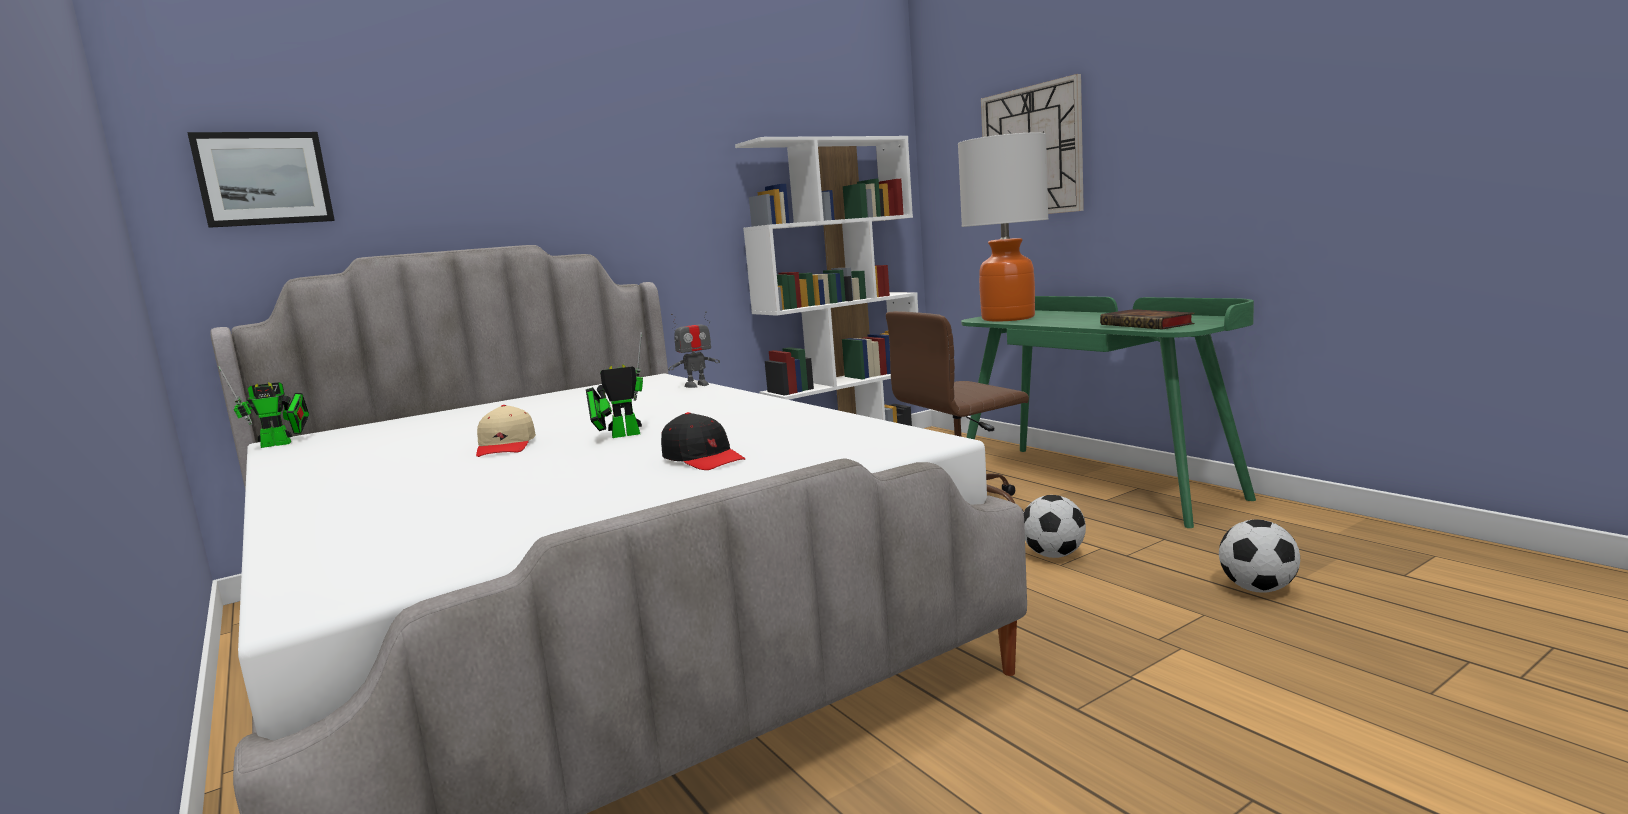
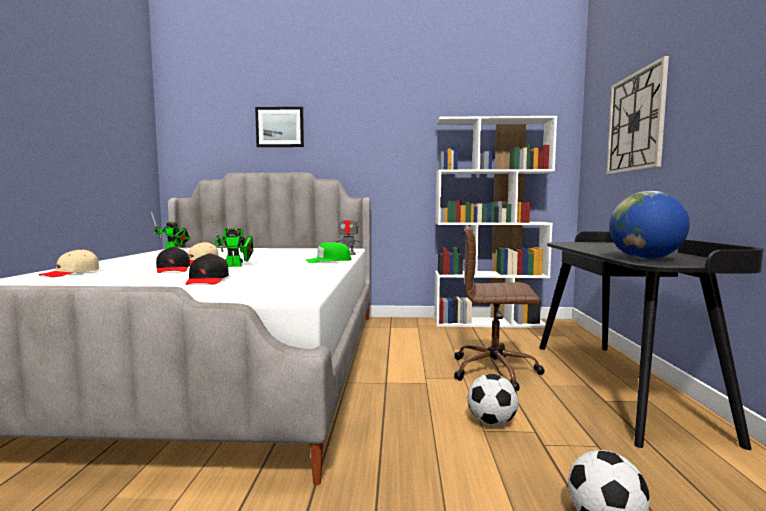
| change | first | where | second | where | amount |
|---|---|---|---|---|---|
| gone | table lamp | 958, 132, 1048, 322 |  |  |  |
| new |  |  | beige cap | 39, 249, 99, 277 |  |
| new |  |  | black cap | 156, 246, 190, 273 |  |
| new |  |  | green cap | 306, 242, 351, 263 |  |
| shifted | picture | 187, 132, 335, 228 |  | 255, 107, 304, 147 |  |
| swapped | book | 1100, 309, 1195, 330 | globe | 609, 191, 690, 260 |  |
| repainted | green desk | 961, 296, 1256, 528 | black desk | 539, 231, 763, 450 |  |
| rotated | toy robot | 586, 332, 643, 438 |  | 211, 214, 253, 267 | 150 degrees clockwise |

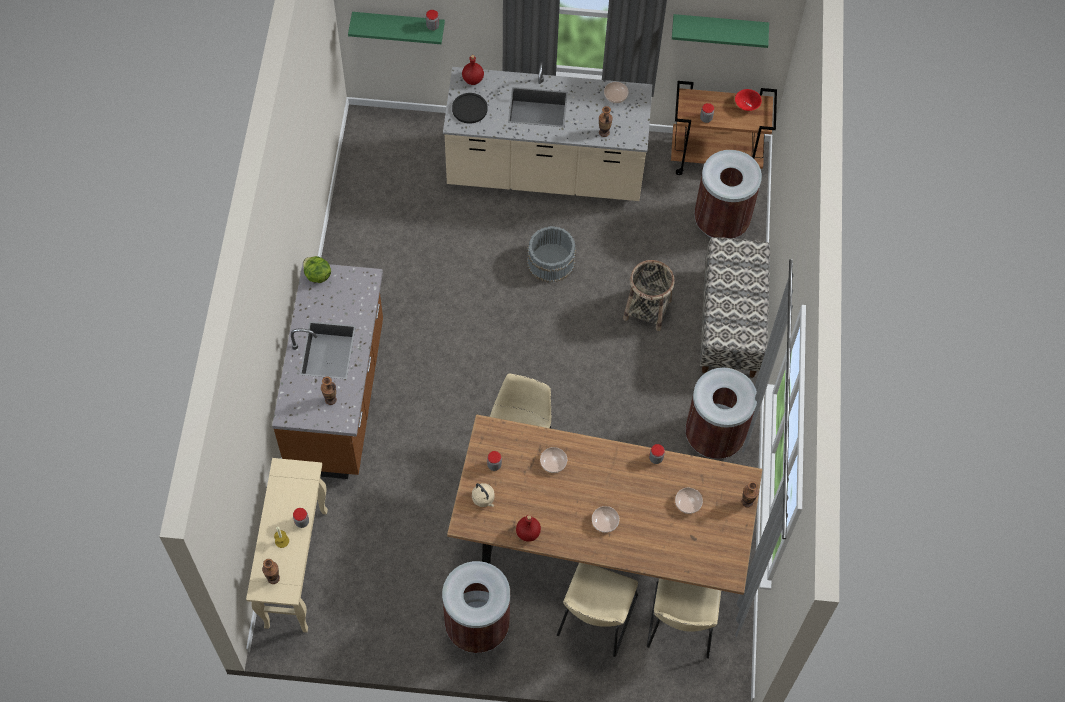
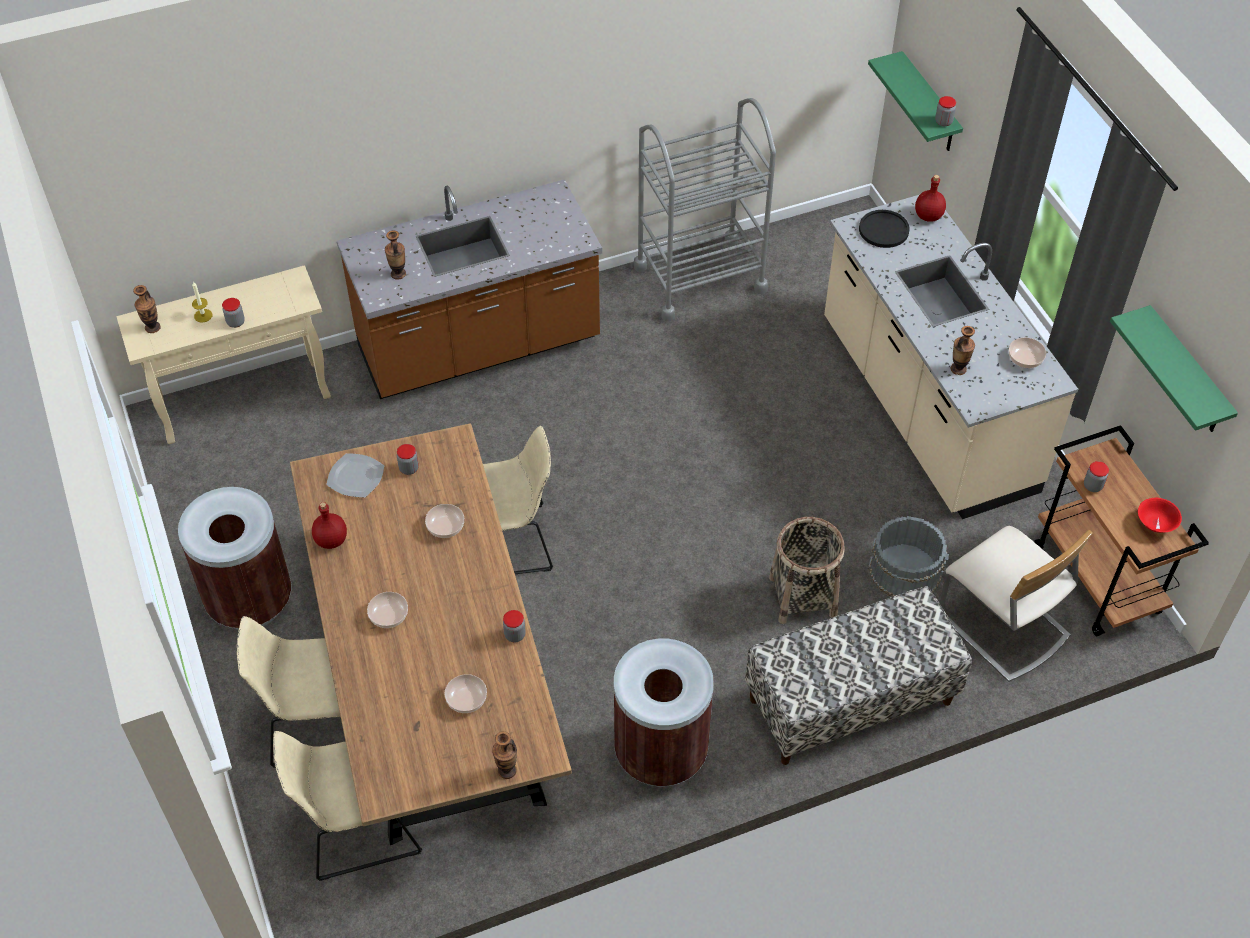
| change | first | where | second | where | amount |
|---|---|---|---|---|---|
| gone | lettuce | 303, 256, 331, 283 |  |  |  |
| new |  |  | grey cart | 634, 98, 776, 321 |  |
| shifted | grey bucket | 527, 226, 576, 283 |  | 868, 516, 949, 597 |  |
| swapped | beige kettle | 472, 483, 495, 507 | plate | 326, 453, 384, 497 |  |
| swapped | brown trash can | 694, 150, 762, 238 | beige chair | 940, 526, 1093, 682 |  |

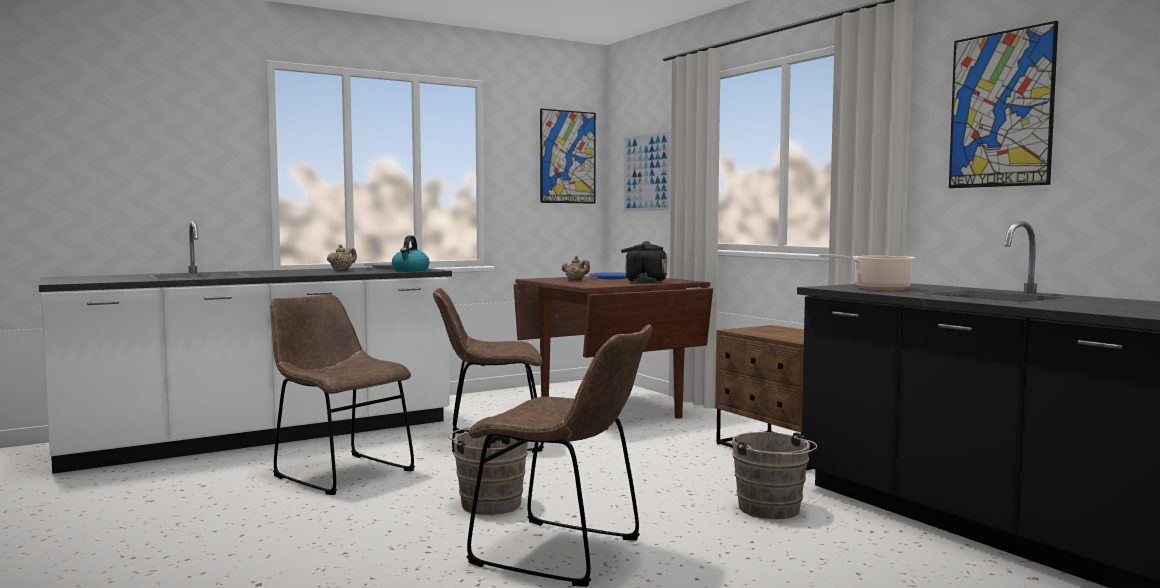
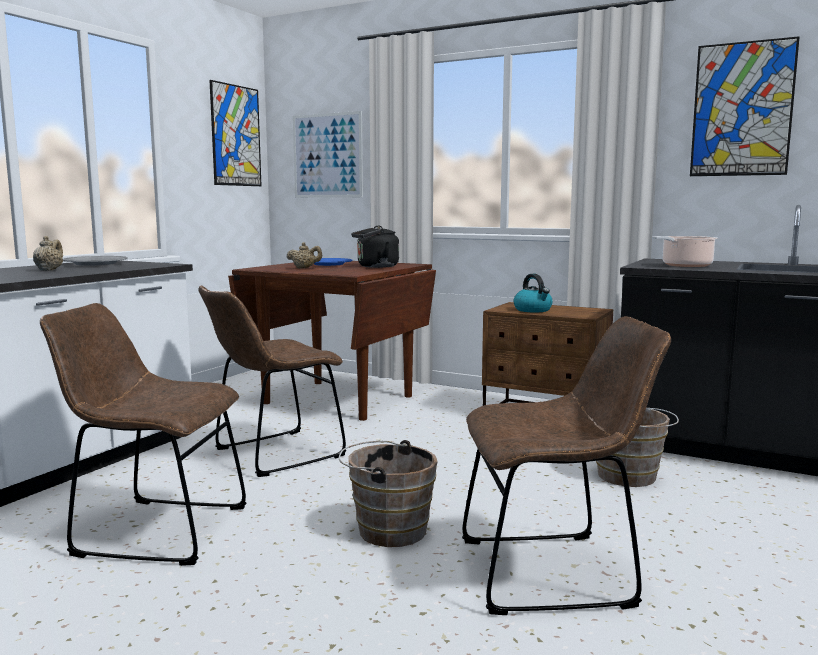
| change | first | where | second | where | amount |
|---|---|---|---|---|---|
| shifted | kettle | 392, 235, 429, 272 |  | 514, 274, 553, 312 |  |

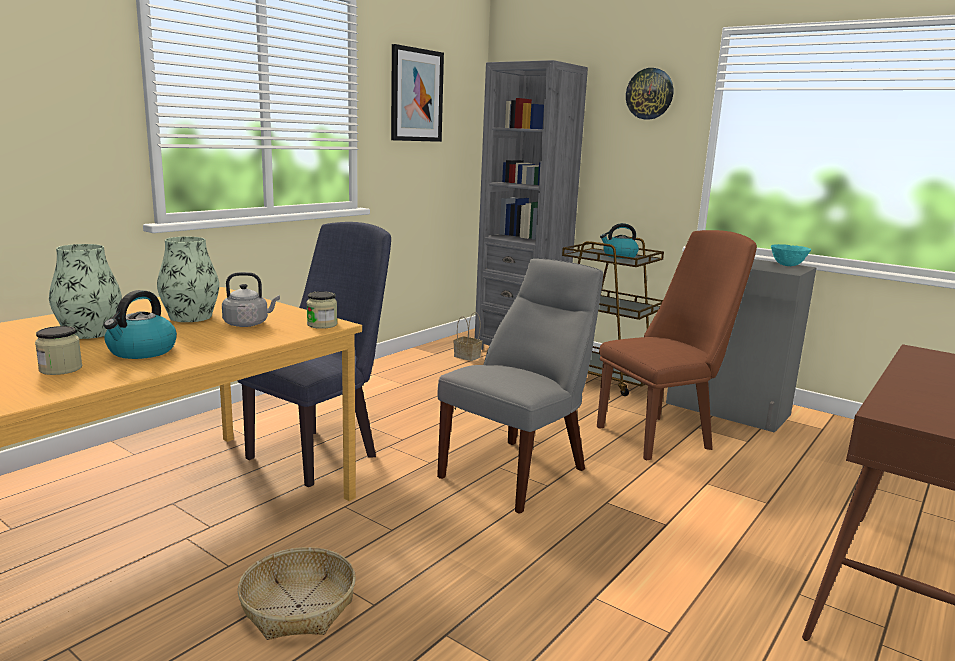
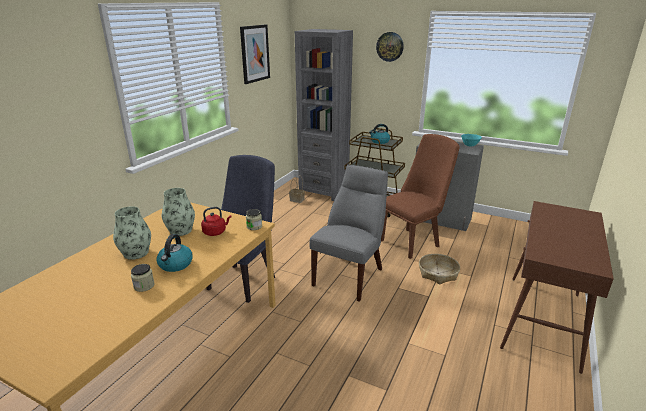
| change | first | where | second | where | amount |
|---|---|---|---|---|---|
| shifted | basket | 238, 547, 356, 640 |  | 419, 254, 460, 284 |  |
| repainted | grey kettle | 222, 272, 280, 327 | red kettle | 201, 207, 231, 236 |  |

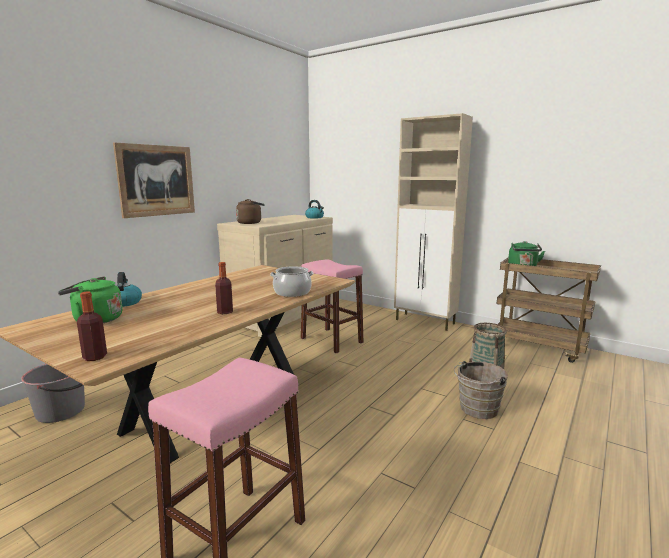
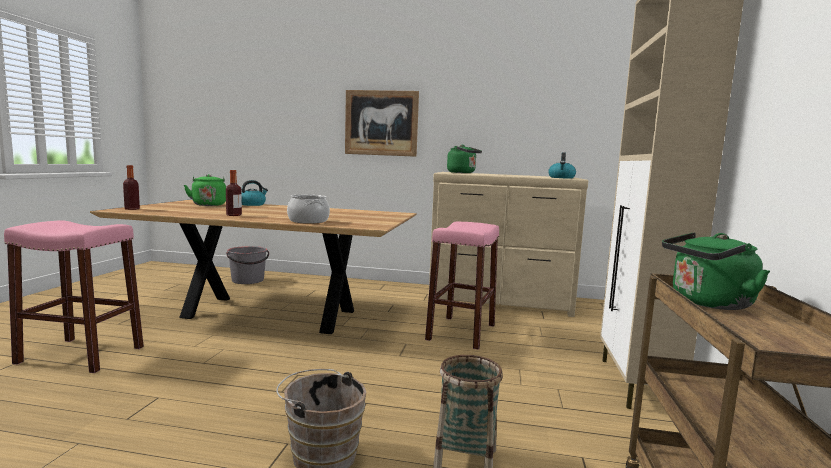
| change | first | where | second | where | amount |
|---|---|---|---|---|---|
| repainted | brown kettle | 236, 199, 265, 224 | green kettle | 447, 145, 482, 173 |  |

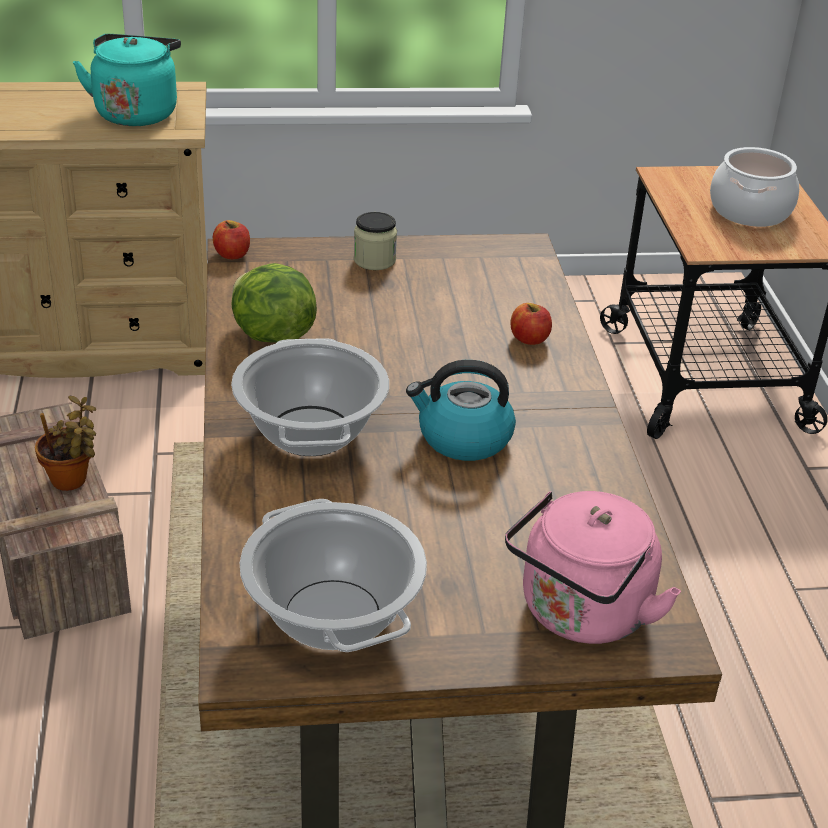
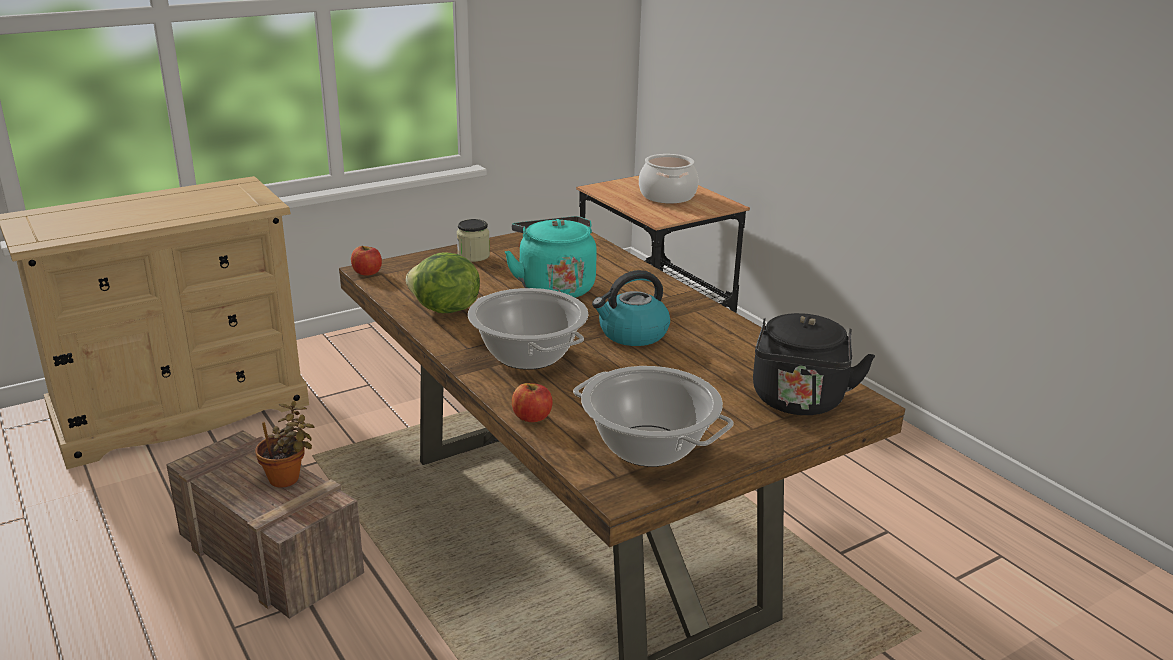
| change | first | where | second | where | amount |
|---|---|---|---|---|---|
| shifted | turquoise kettle | 73, 34, 181, 126 |  | 505, 216, 597, 298 |  |
| shifted | apple | 510, 303, 552, 345 |  | 512, 383, 553, 422 |  |
| repainted | pink kettle | 505, 491, 681, 644 | black kettle | 753, 313, 875, 415 |  |

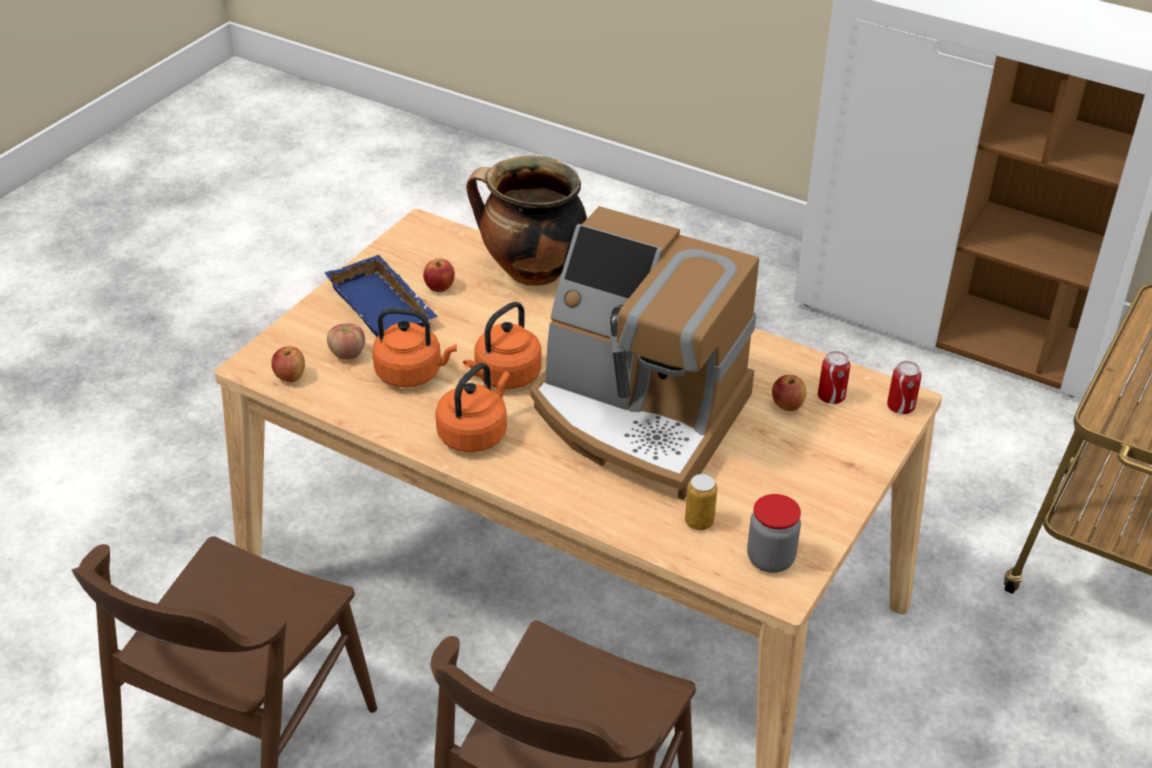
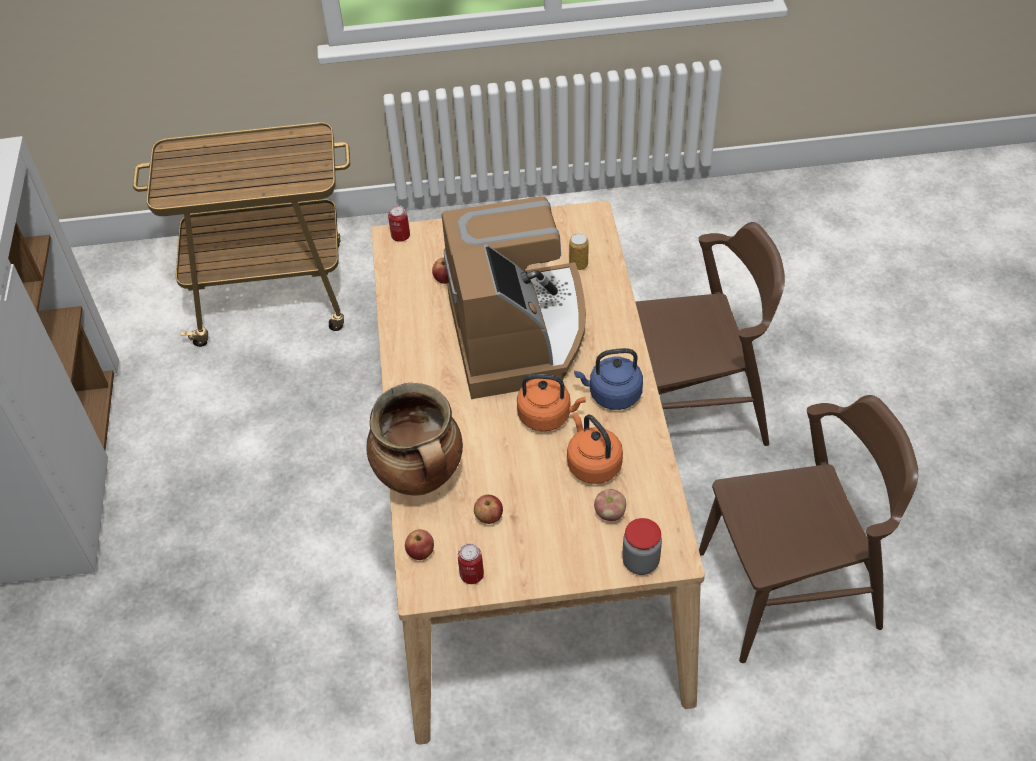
| change | first | where | second | where | amount |
|---|---|---|---|---|---|
| gone | blue tray | 325, 255, 438, 337 |  |  |  |
| shifted | apple | 271, 346, 305, 382 |  | 405, 529, 434, 560 |  |
| shifted | jar | 747, 494, 801, 573 |  | 622, 518, 662, 575 |  |
| shifted | can | 818, 351, 850, 404 |  | 458, 543, 484, 584 |  |
| repainted | orange kettle | 435, 363, 510, 452 | blue kettle | 574, 348, 643, 410 |  |

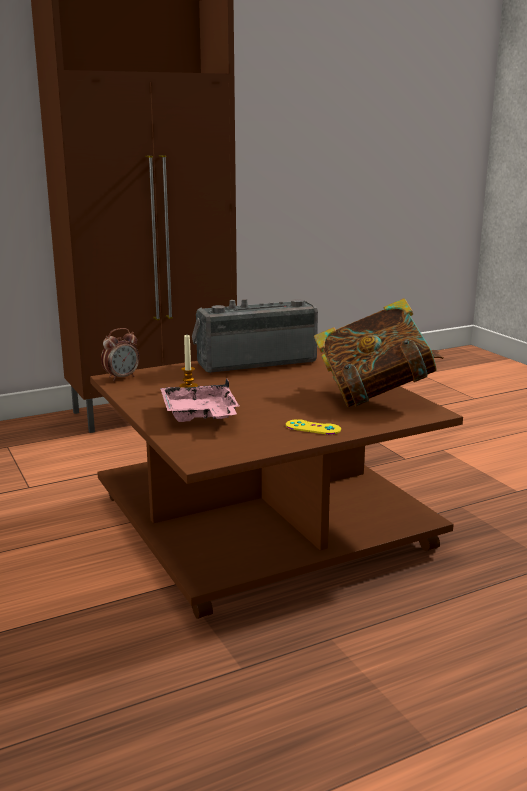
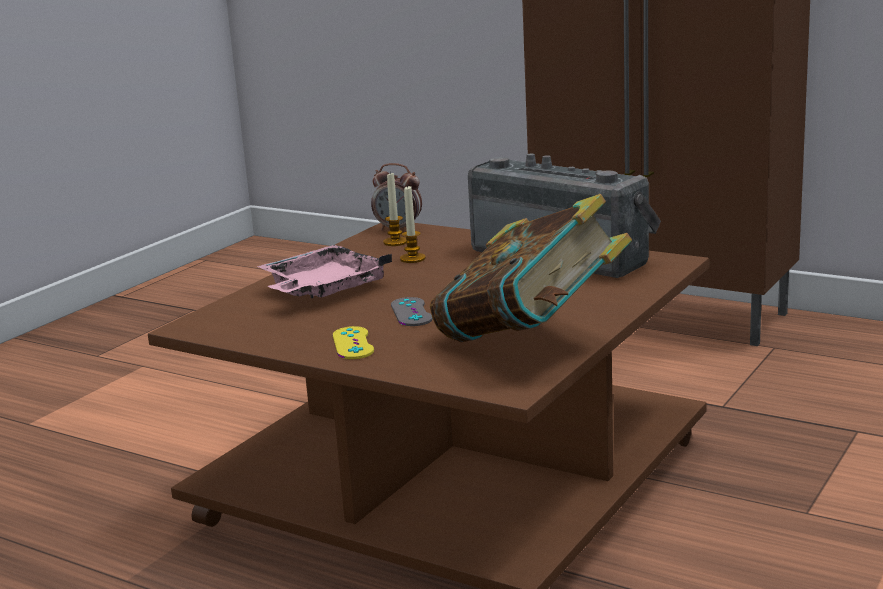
| change | first | where | second | where | amount |
|---|---|---|---|---|---|
| new |  |  | candle | 383, 172, 407, 246 |  |
| new |  |  | grey game controller | 391, 297, 433, 326 |  |

